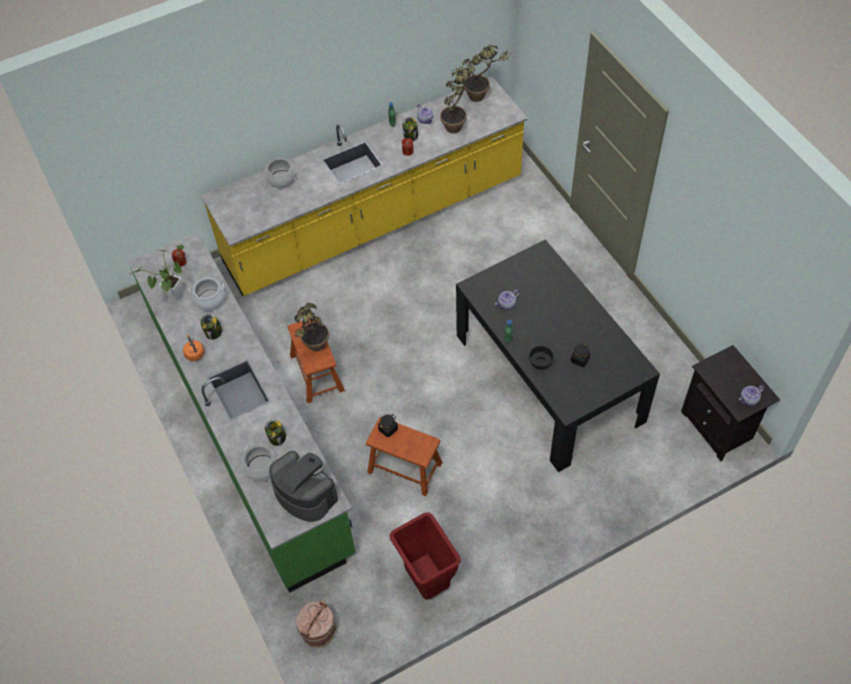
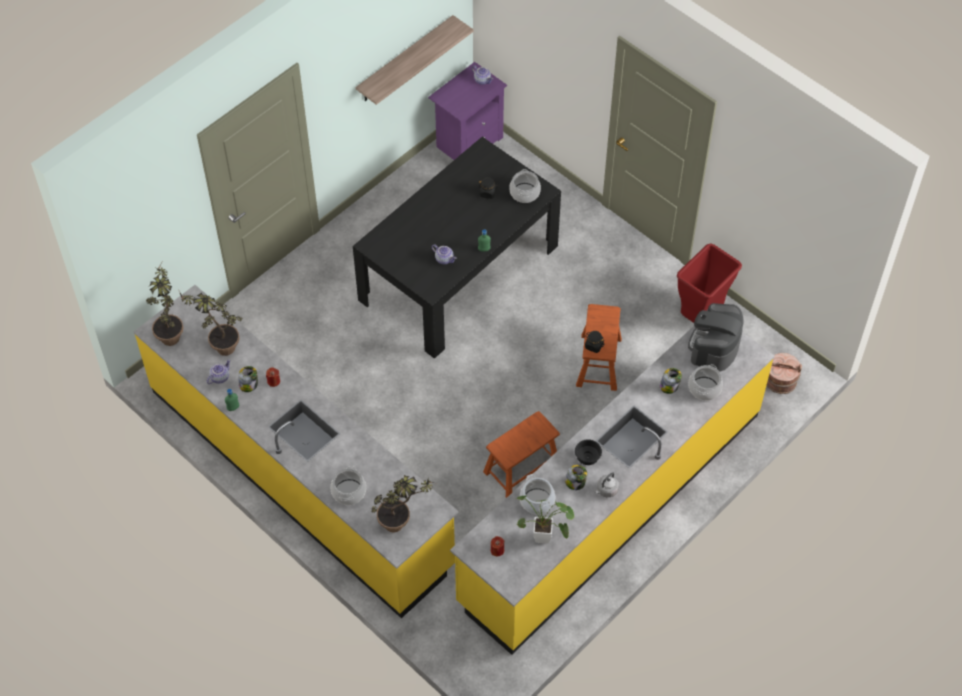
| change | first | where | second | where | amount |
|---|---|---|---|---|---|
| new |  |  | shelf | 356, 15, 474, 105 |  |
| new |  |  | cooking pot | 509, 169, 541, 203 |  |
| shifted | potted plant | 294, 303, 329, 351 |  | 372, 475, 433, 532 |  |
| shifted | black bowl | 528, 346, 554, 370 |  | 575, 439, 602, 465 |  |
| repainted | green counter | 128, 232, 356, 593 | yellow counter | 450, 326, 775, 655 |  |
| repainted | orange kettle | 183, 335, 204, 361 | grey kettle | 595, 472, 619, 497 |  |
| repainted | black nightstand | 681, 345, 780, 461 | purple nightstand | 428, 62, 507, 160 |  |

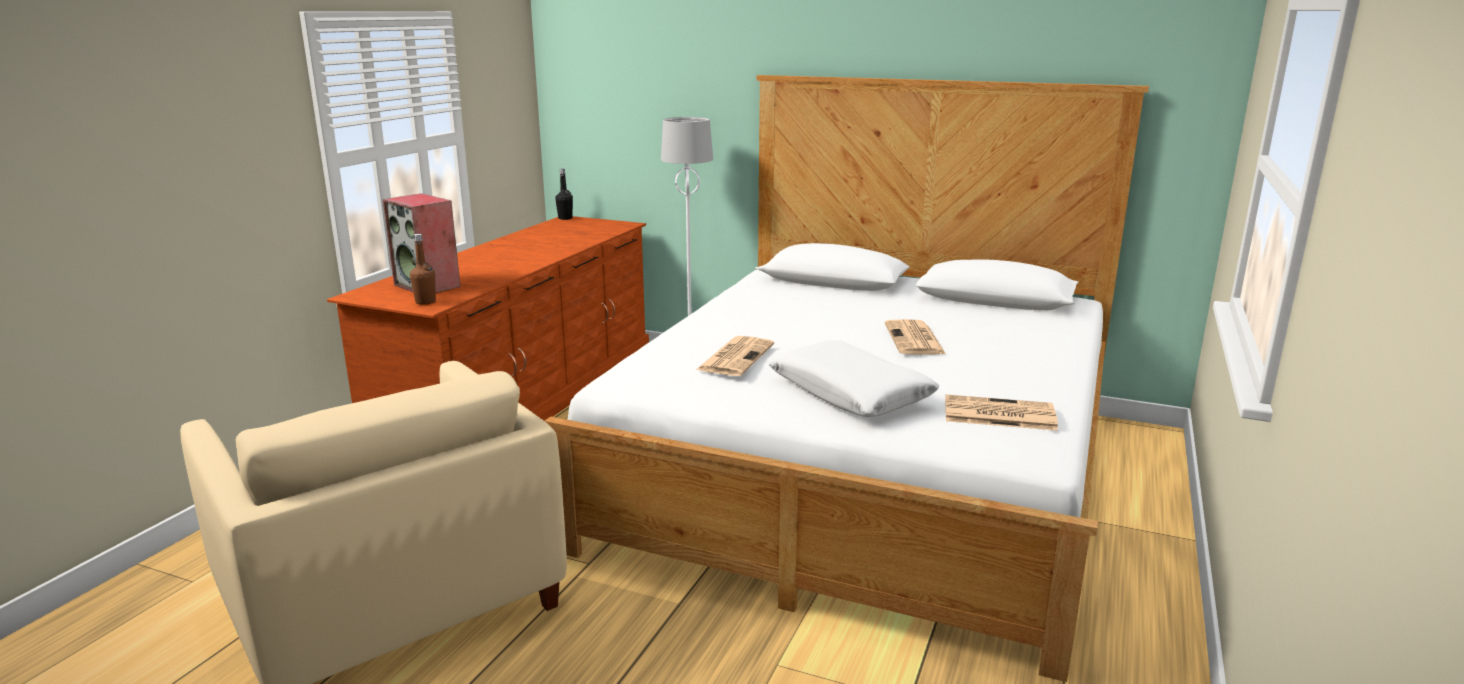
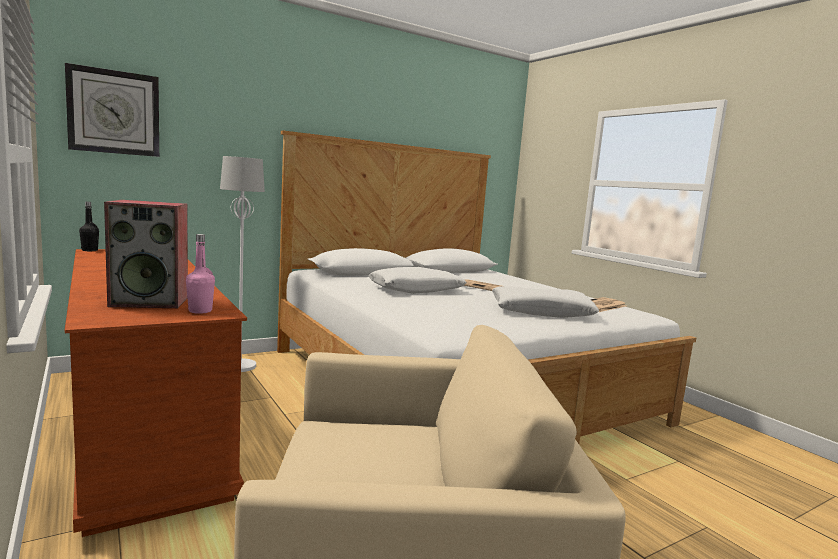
| change | first | where | second | where | amount |
|---|---|---|---|---|---|
| gone | newspaper | 696, 336, 774, 376 |  |  |  |
| new |  |  | wall clock | 65, 63, 159, 157 |  |
| new |  |  | white pillow | 368, 267, 466, 294 |  |
| repainted | brown bottle | 410, 234, 436, 305 | pink bottle | 186, 234, 215, 314 |  |

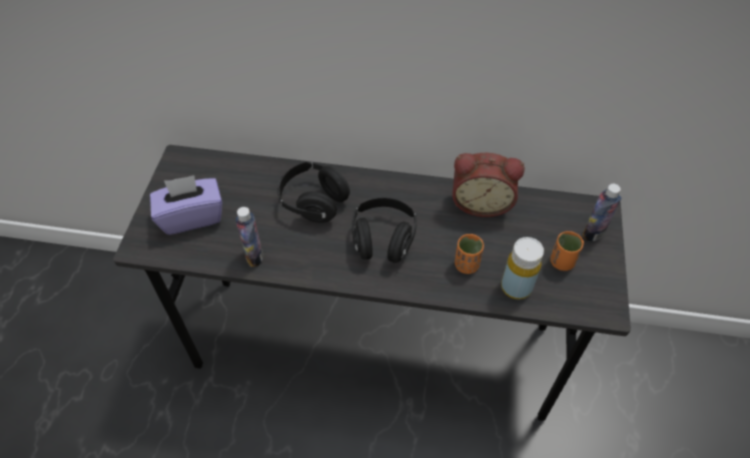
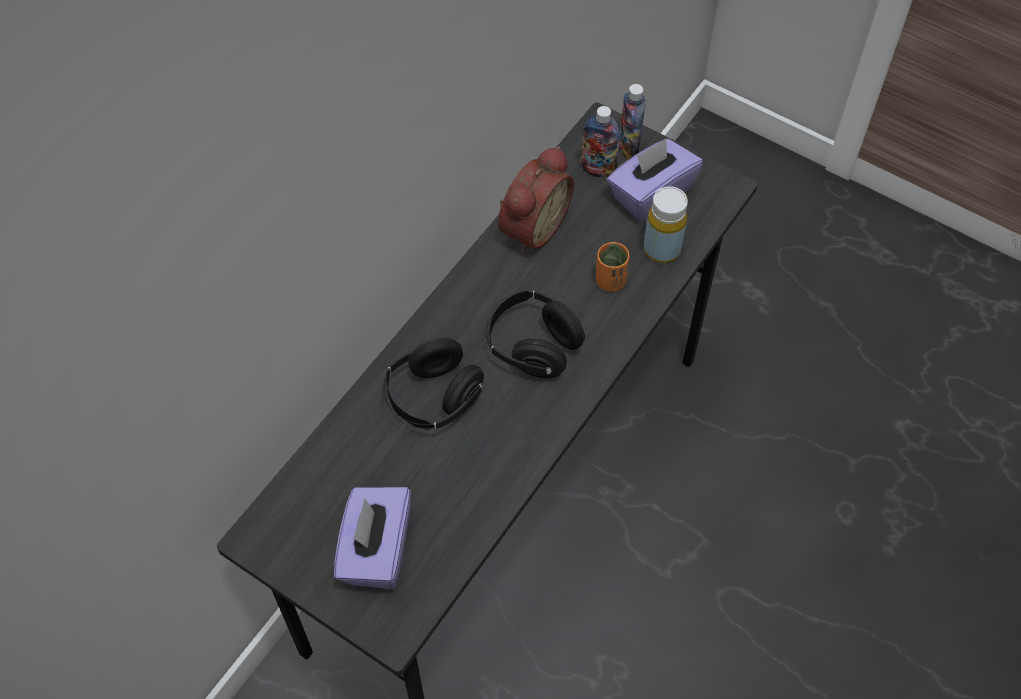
| change | first | where | second | where | amount |
|---|---|---|---|---|---|
| shifted | bottle | 236, 207, 263, 267 |  | 581, 106, 620, 178 |  |
| swapped | orange cup | 550, 231, 584, 271 | purple tissue box | 607, 139, 703, 222 |  |

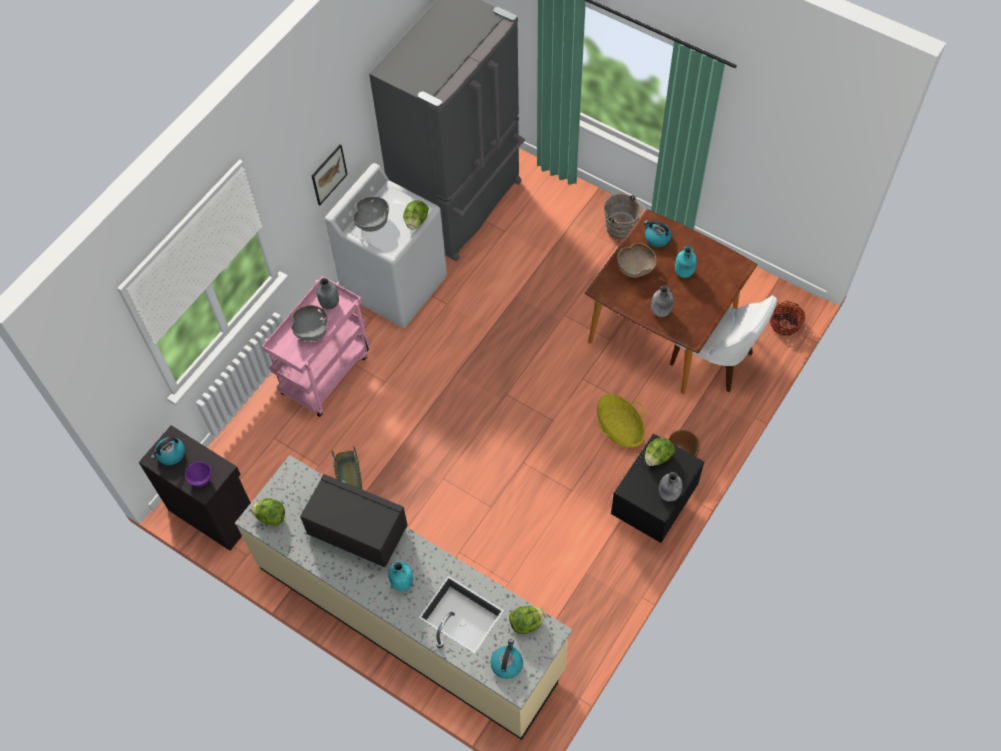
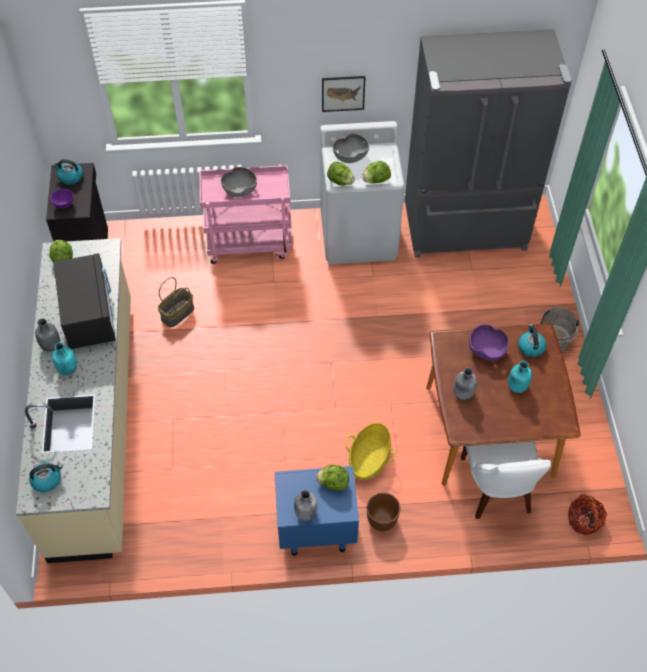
| change | first | where | second | where | amount |
|---|---|---|---|---|---|
| shifted | grey bottle | 316, 278, 339, 309 |  | 35, 318, 60, 351 |  |
| shifted | lettuce | 509, 606, 545, 634 |  | 327, 162, 355, 186 |  |
| repainted | black nightstand | 611, 434, 704, 543 | blue nightstand | 275, 466, 359, 556 |  |
| repainted | brown bowl | 617, 243, 657, 278 | purple bowl | 469, 324, 509, 361 |  |

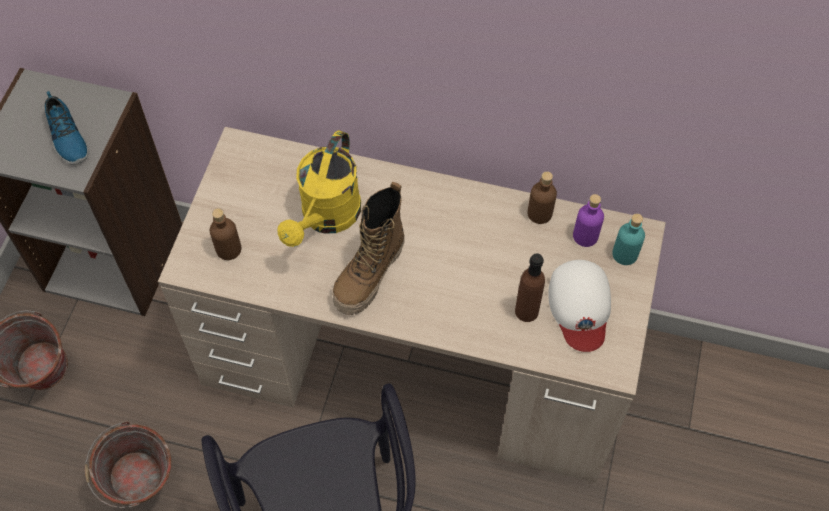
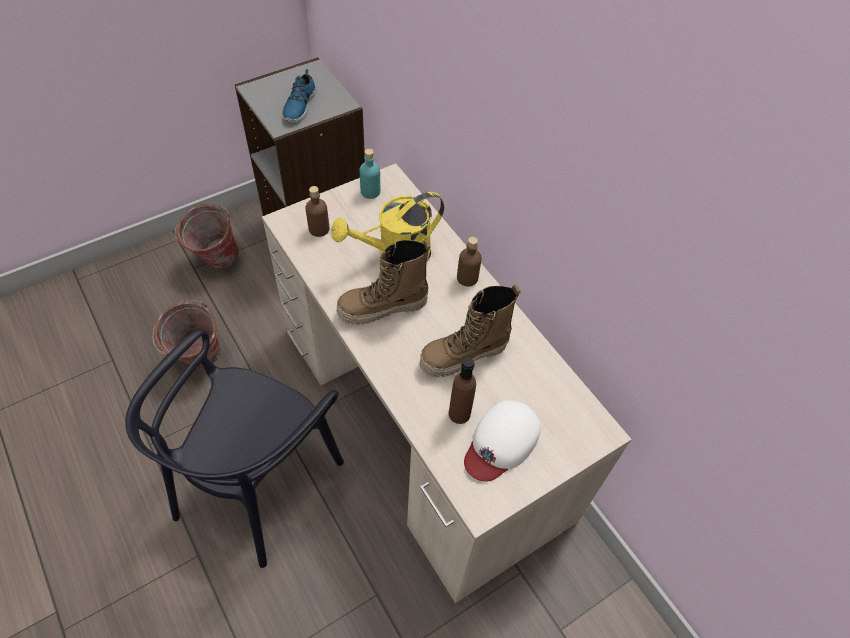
| change | first | where | second | where | amount |
|---|---|---|---|---|---|
| gone | purple bottle | 573, 194, 604, 247 |  |  |  |
| new |  |  | boot | 420, 284, 521, 377 |  |
| shifted | brown bottle | 527, 171, 557, 224 |  | 457, 237, 482, 287 |  |
| shifted | turquoise bottle | 612, 214, 645, 265 |  | 360, 149, 380, 199 |  |

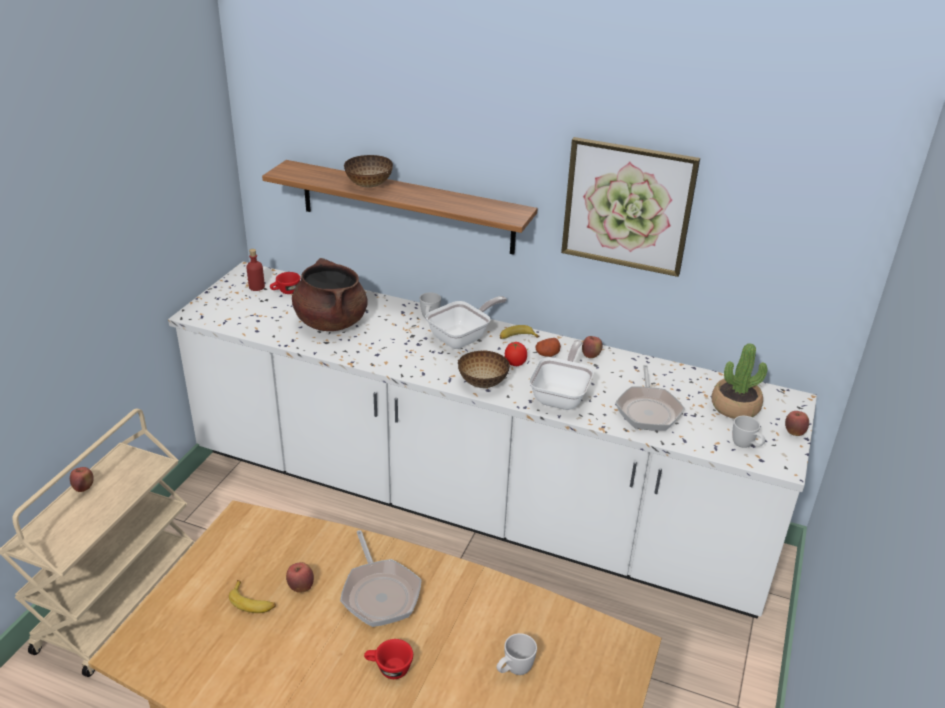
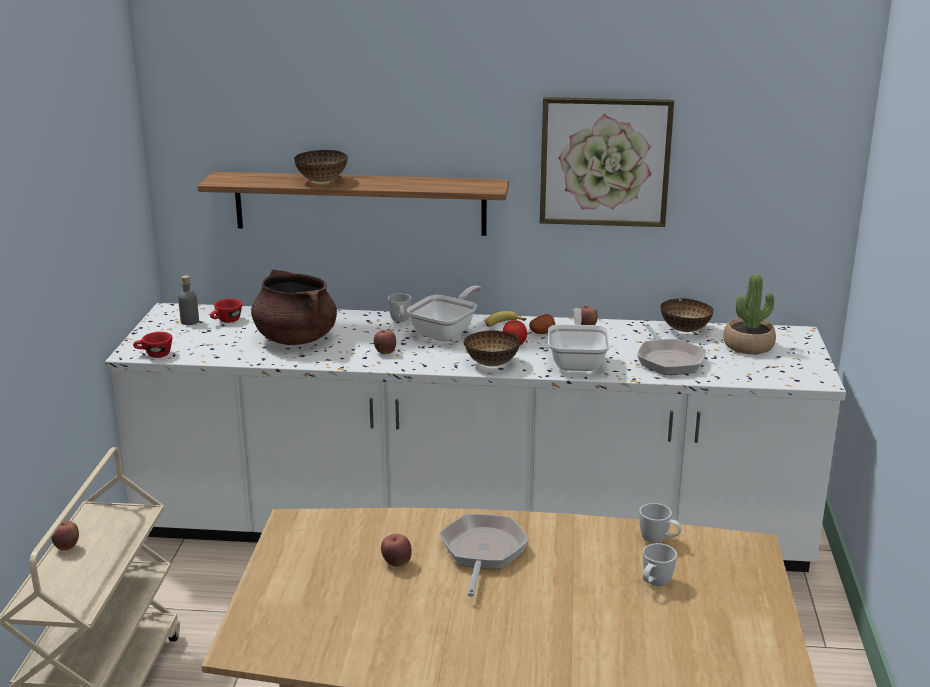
| change | first | where | second | where | amount |
|---|---|---|---|---|---|
| gone | banana | 229, 580, 276, 613 |  |  |  |
| new |  |  | bowl | 661, 298, 714, 332 |  |
| shifted | red cup | 364, 639, 413, 679 |  | 133, 332, 172, 358 |  |
| shifted | white mug | 732, 416, 765, 448 |  | 639, 503, 682, 543 |  |
| shifted | apple | 785, 411, 809, 436 |  | 374, 330, 396, 354 |  |
| repainted | red bottle | 246, 249, 265, 291 | grey bottle | 178, 275, 199, 325 |  |
| rotated | frying pan | 340, 530, 421, 627 |  | 440, 514, 529, 597 | 135 degrees counterclockwise |

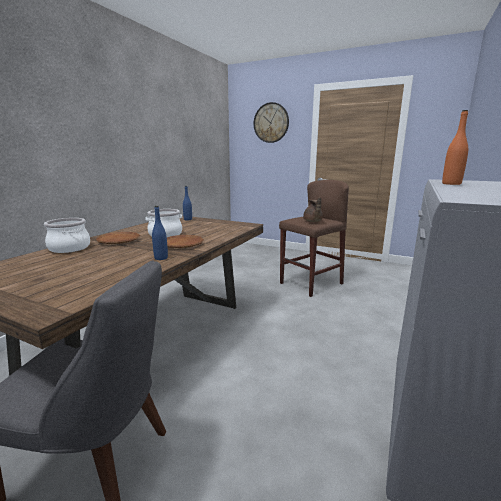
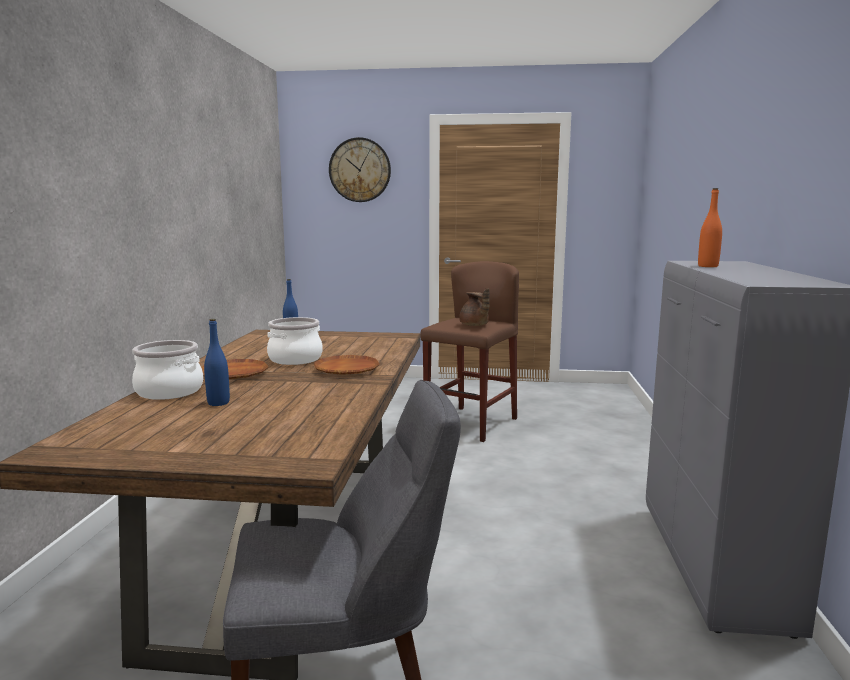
| change | first | where | second | where | amount |
|---|---|---|---|---|---|
| shifted | blue bottle | 152, 206, 168, 260 |  | 204, 319, 230, 406 |  |

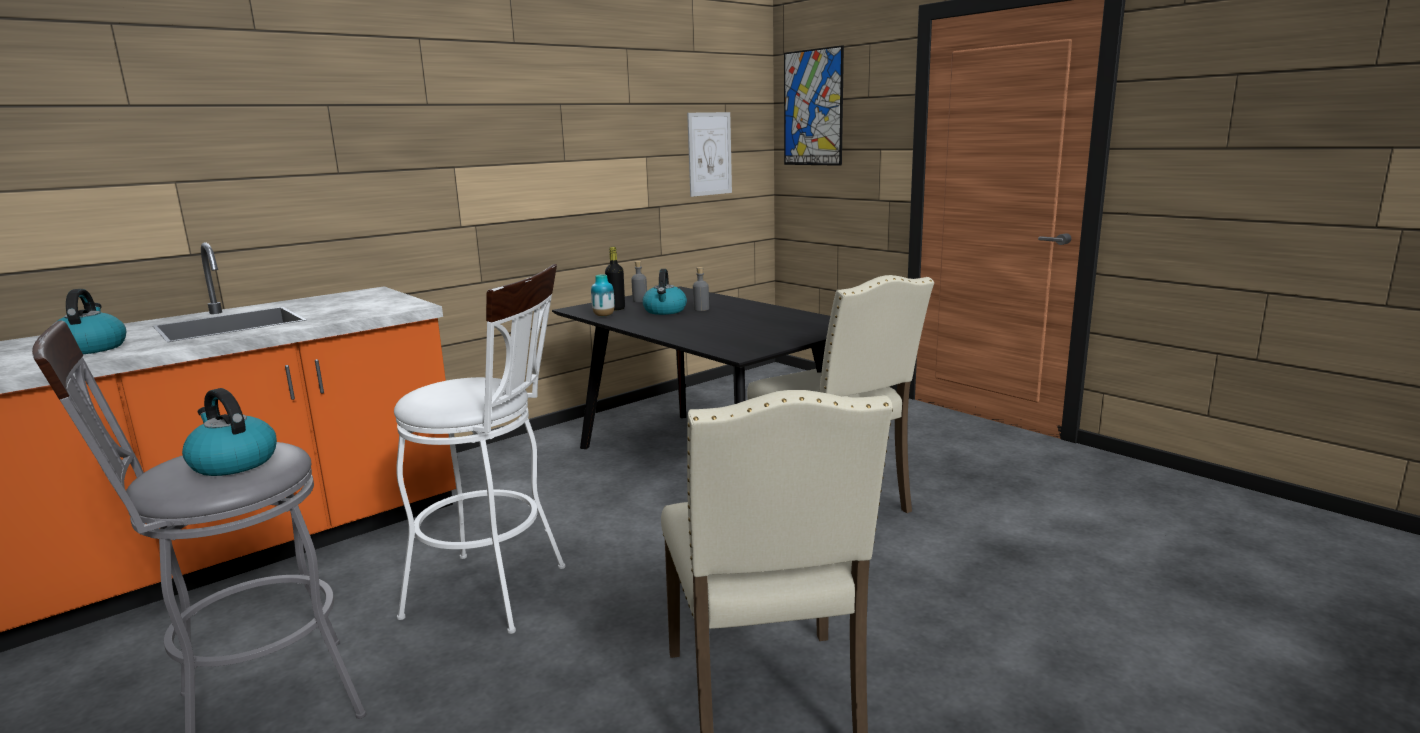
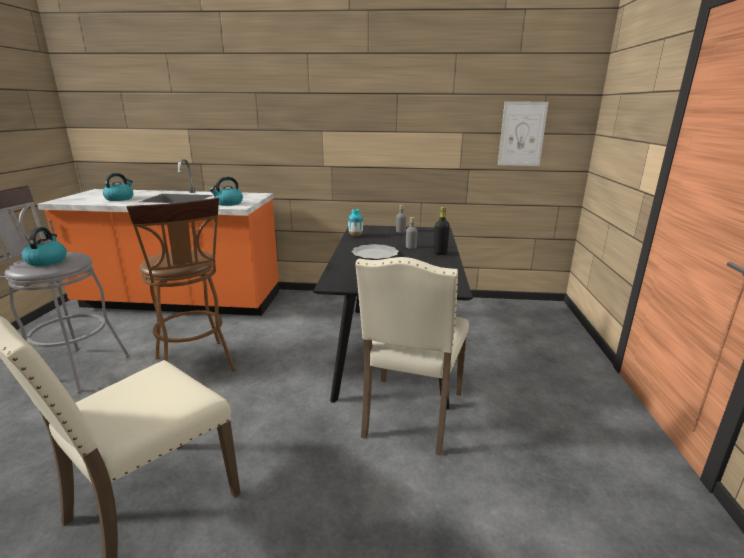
| change | first | where | second | where | amount |
|---|---|---|---|---|---|
| gone | picture | 784, 45, 844, 166 |  |  |  |
| new |  |  | plate | 351, 244, 399, 260 |  |
| shifted | black bottle | 605, 247, 625, 310 |  | 434, 207, 450, 255 |  |
| shifted | kettle | 642, 269, 687, 315 |  | 209, 177, 243, 206 |  |
| repainted | white stool | 394, 264, 565, 634 | brown stool | 126, 198, 236, 372 |  |

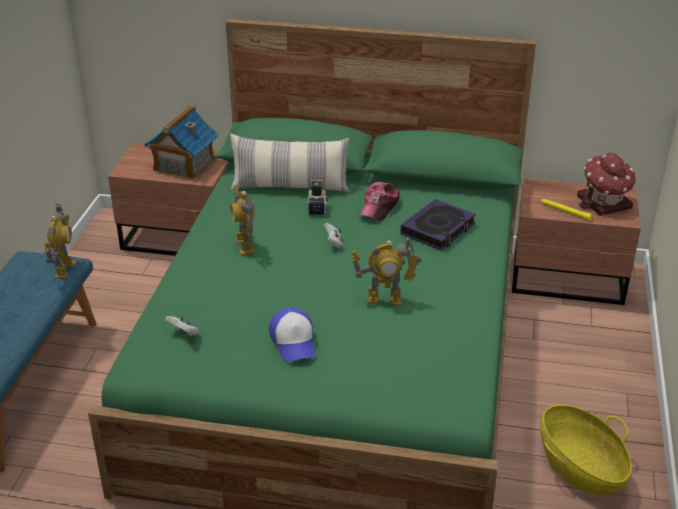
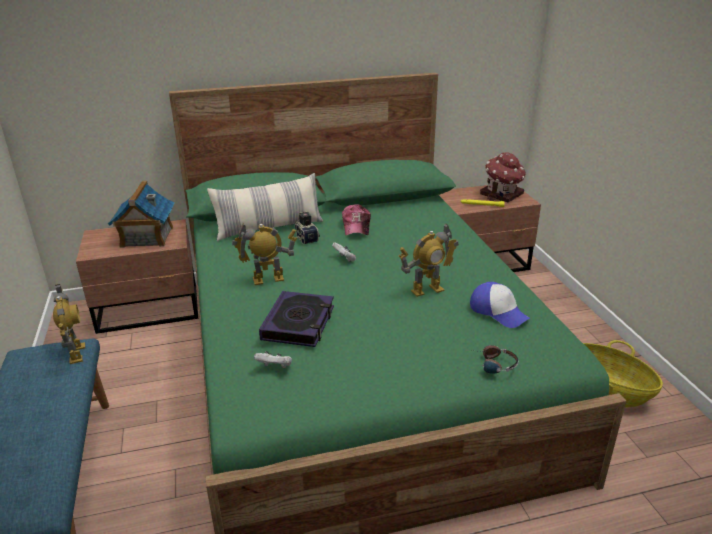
| change | first | where | second | where | amount |
|---|---|---|---|---|---|
| new |  |  | headphones | 468, 345, 519, 374 |  |
| shifted | cap | 269, 308, 315, 362 |  | 470, 282, 530, 328 |  |
| shifted | book | 401, 199, 476, 250 |  | 259, 291, 334, 347 |  |
| rotated | toy robot | 230, 185, 256, 255 |  | 232, 223, 297, 285 | 120 degrees clockwise |

